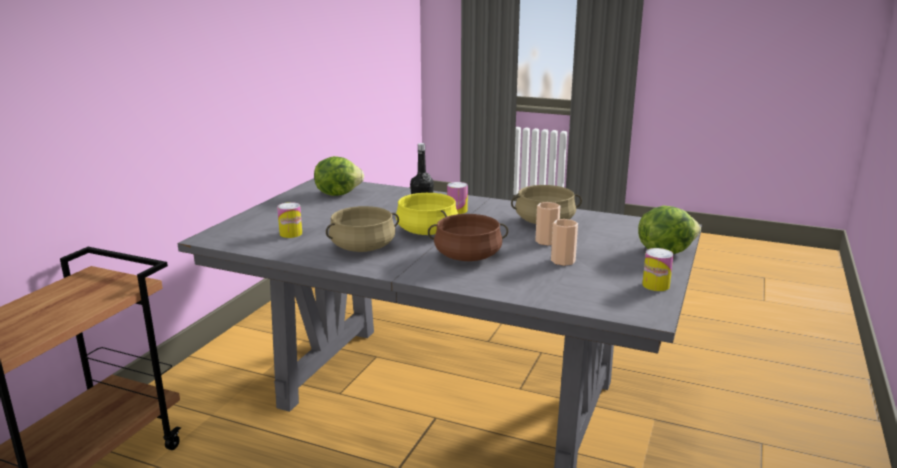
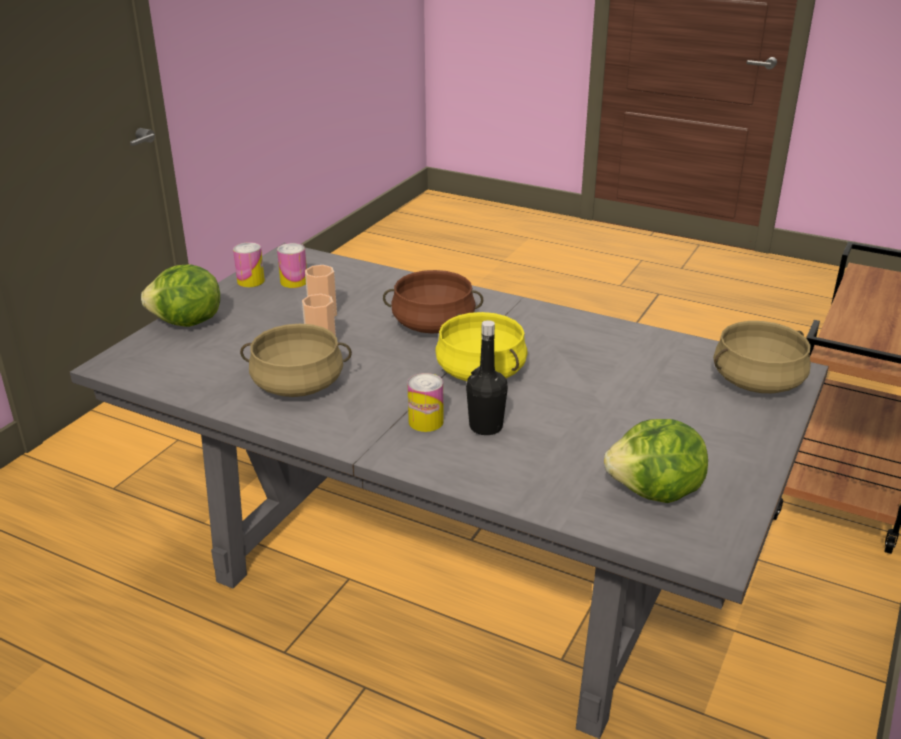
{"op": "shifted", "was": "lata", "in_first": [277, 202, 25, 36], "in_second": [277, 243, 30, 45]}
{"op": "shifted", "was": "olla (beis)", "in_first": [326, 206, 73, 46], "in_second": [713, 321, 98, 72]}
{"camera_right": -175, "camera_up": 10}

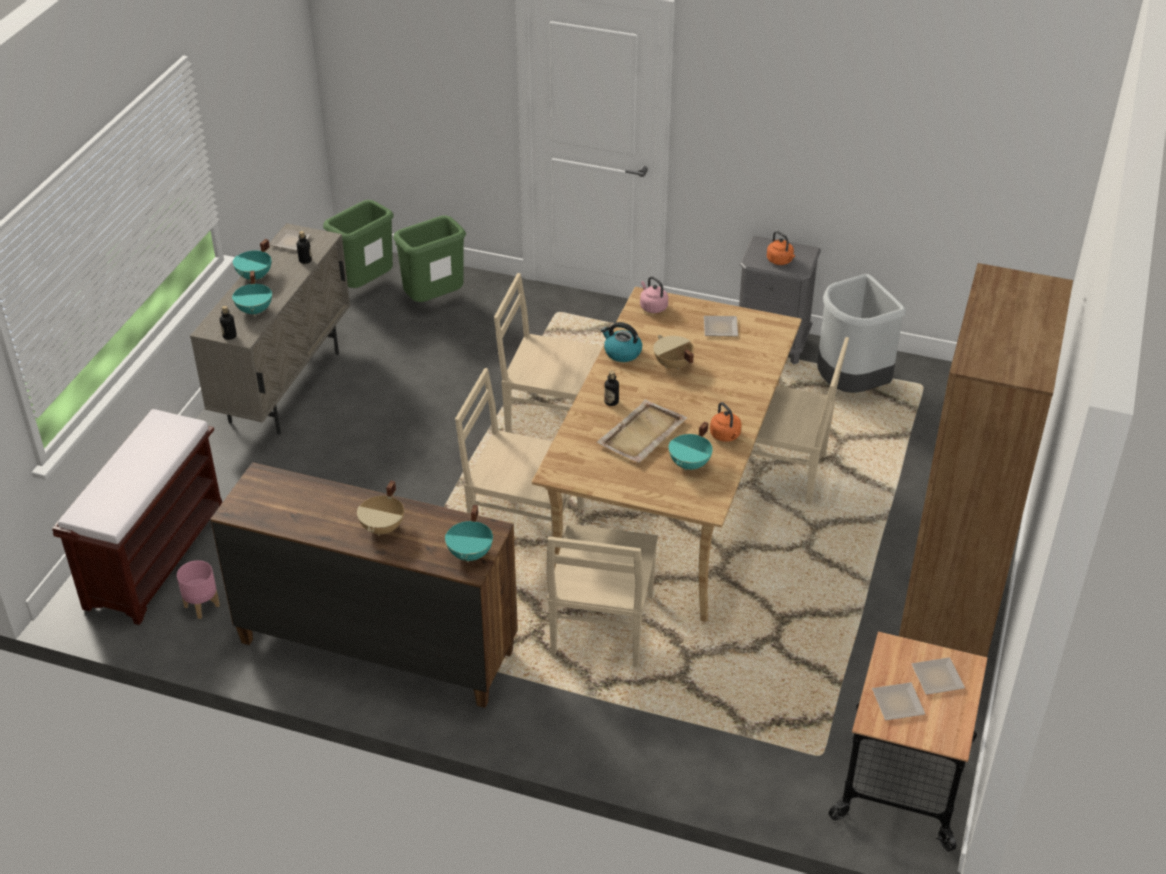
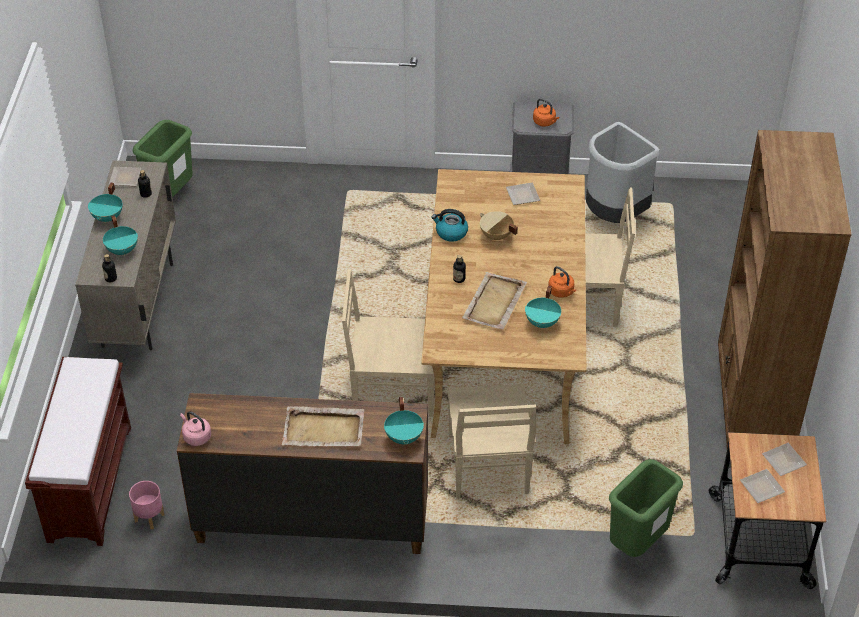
{"op": "swapped", "was": "olla (beis)", "now": "bandeja (beis)", "in_first": [357, 480, 47, 56], "in_second": [282, 406, 82, 40]}
{"op": "shifted", "was": "papelera (verde)", "in_first": [393, 215, 73, 87], "in_second": [609, 459, 74, 98]}
{"op": "gone", "was": "silla (beis)", "in_first": [494, 273, 109, 160]}
{"op": "shifted", "was": "hervidor (rosa)", "in_first": [640, 276, 28, 37], "in_second": [180, 411, 31, 35]}
{"camera_right": -15, "camera_up": 5}

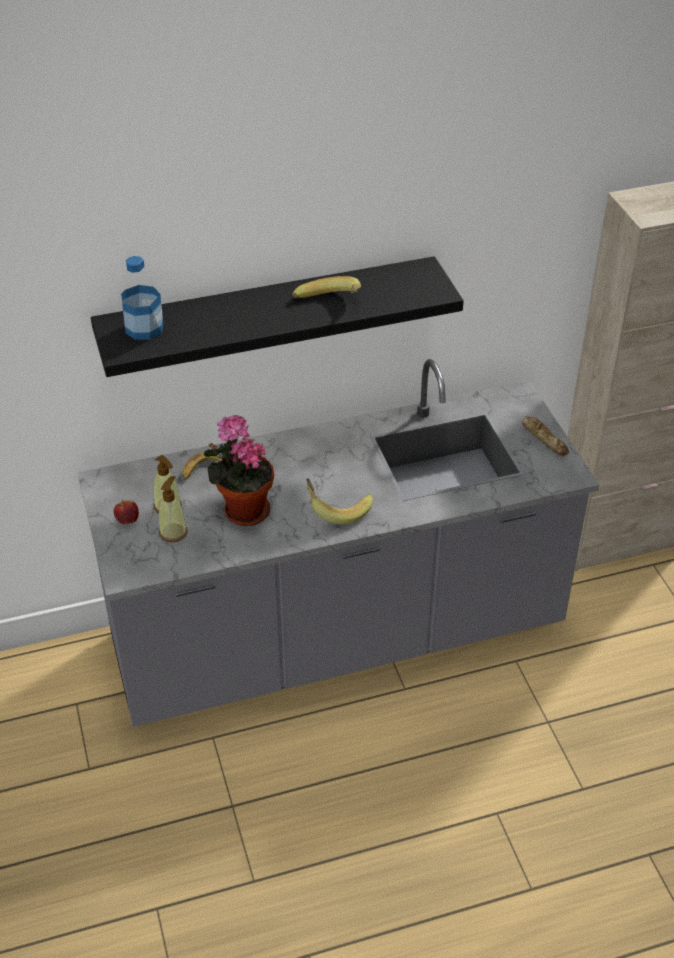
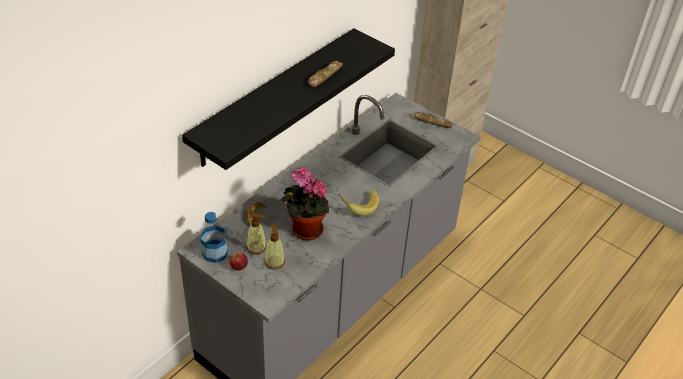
{"op": "shifted", "was": "botella", "in_first": [121, 256, 42, 84], "in_second": [200, 212, 28, 51]}
{"op": "swapped", "was": "plátano", "now": "pan", "in_first": [292, 276, 69, 22], "in_second": [308, 61, 35, 26]}
{"camera_right": -35, "camera_up": 0}

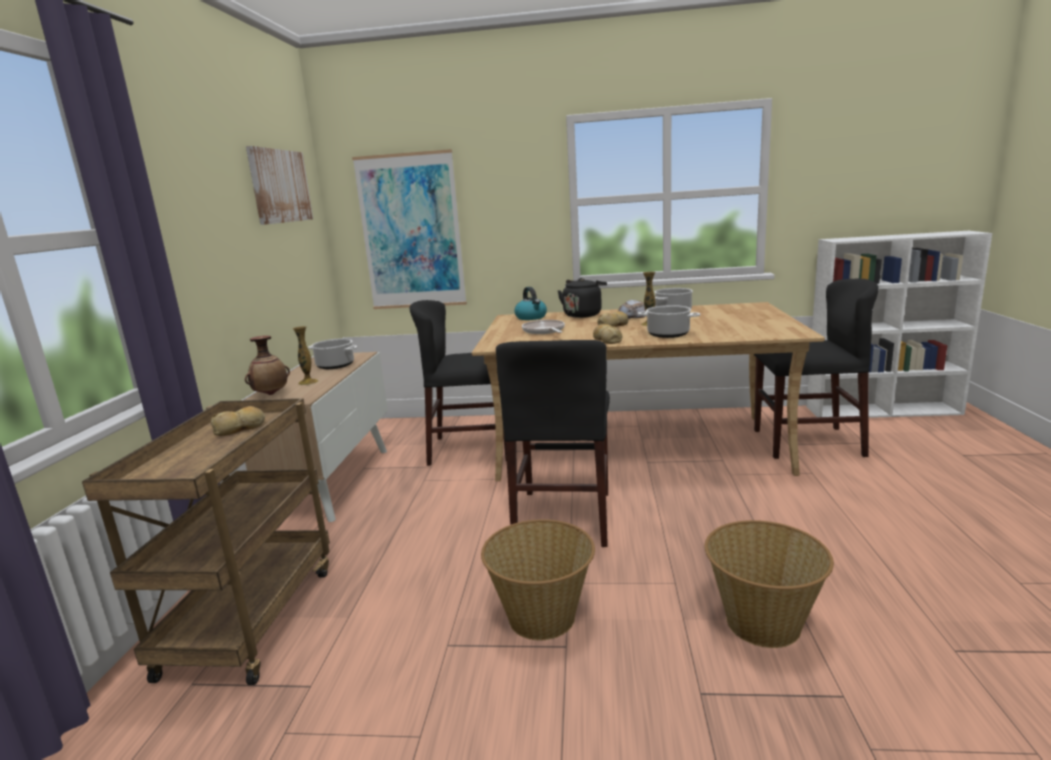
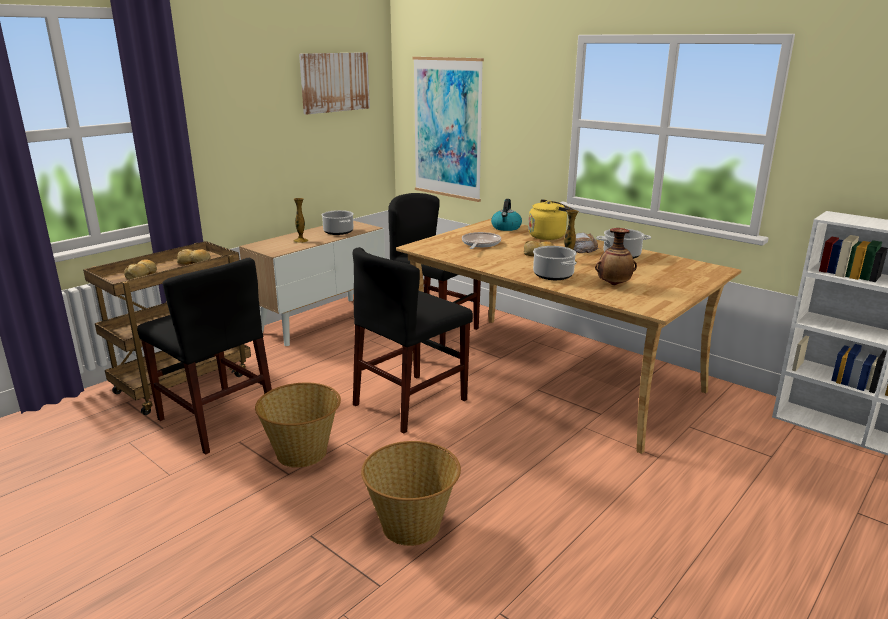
{"op": "shifted", "was": "florero", "in_first": [245, 336, 45, 59], "in_second": [595, 228, 42, 57]}
{"op": "repainted", "was": "hervidor (negro)", "now": "hervidor (amarillo)", "in_first": [558, 278, 49, 40], "in_second": [528, 199, 47, 41]}
{"op": "shifted", "was": "pan", "in_first": [593, 324, 29, 20], "in_second": [124, 260, 33, 20]}
{"op": "shifted", "was": "silla (negro)", "in_first": [754, 279, 125, 180], "in_second": [137, 258, 135, 197]}
{"camera_right": 35, "camera_up": 5}

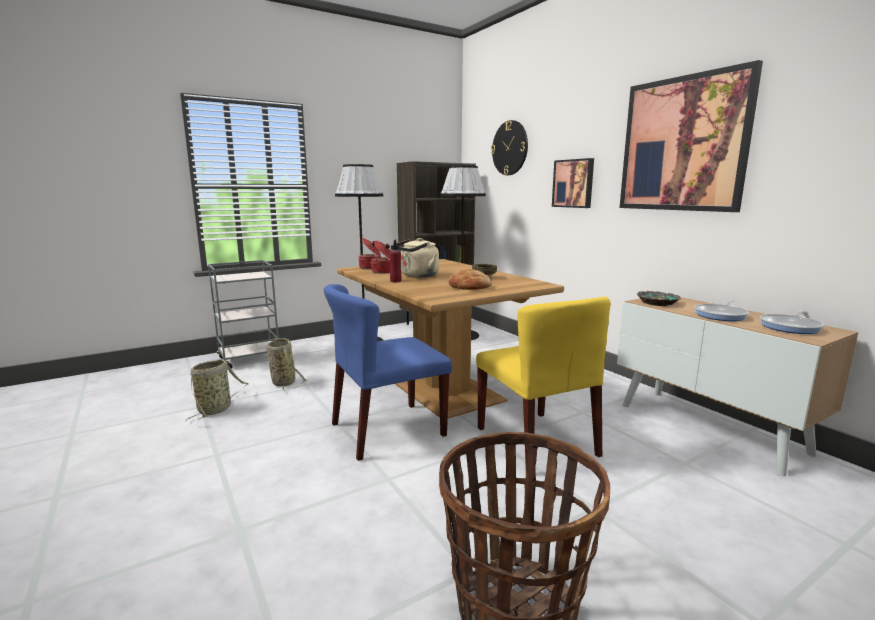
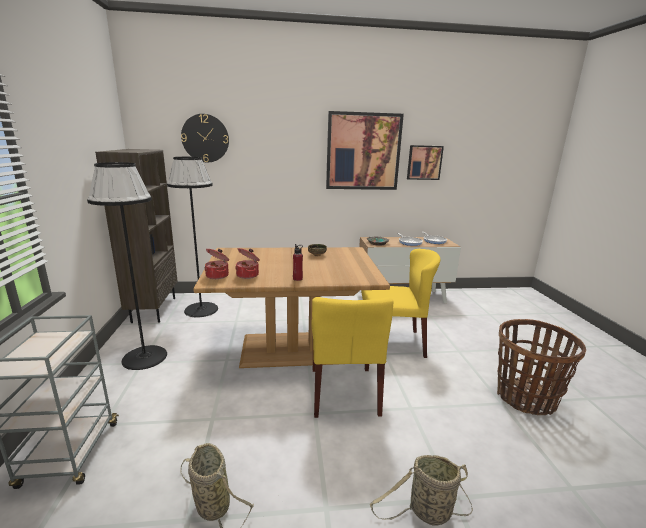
{"op": "shifted", "was": "cesta", "in_first": [267, 338, 39, 53], "in_second": [370, 455, 103, 71]}
{"op": "repainted", "was": "silla (azul)", "now": "silla (amarillo)", "in_first": [324, 284, 128, 177], "in_second": [311, 297, 83, 121]}
{"op": "gone", "was": "hervidor (beis)", "in_first": [397, 238, 42, 39]}
{"op": "gone", "was": "pan", "in_first": [449, 269, 43, 21]}
{"op": "shifted", "was": "cuadro", "in_first": [552, 158, 42, 50], "in_second": [407, 145, 37, 35]}
{"camera_right": -65, "camera_up": 5}

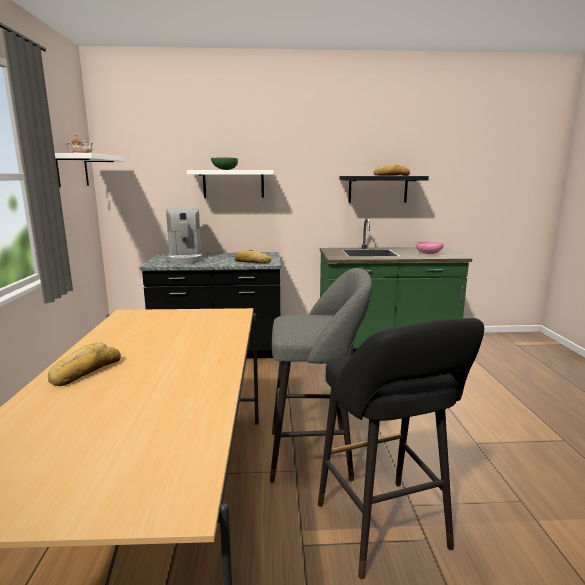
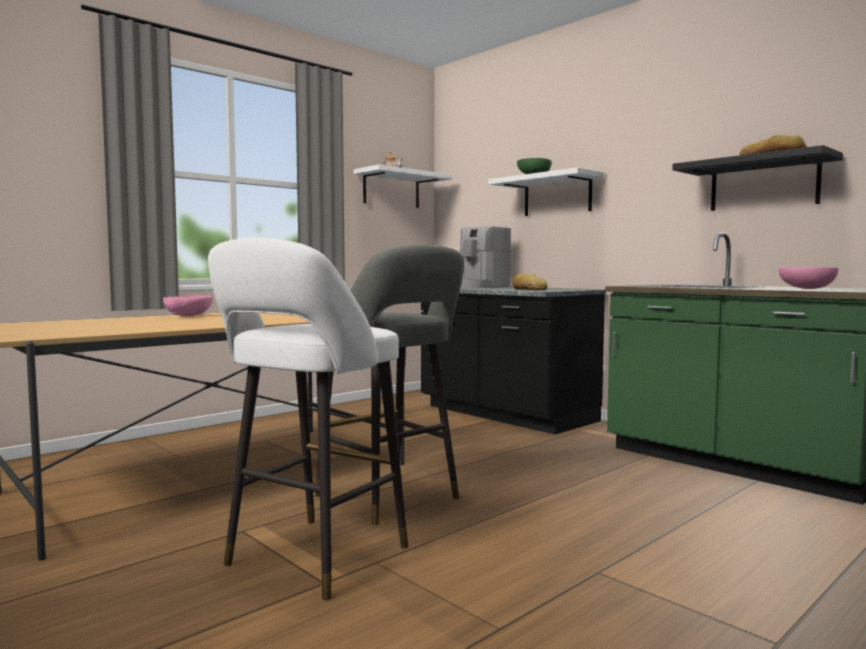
{"op": "swapped", "was": "pan", "now": "cuenco (rosa)", "in_first": [48, 342, 73, 44], "in_second": [163, 296, 50, 20]}
{"op": "repainted", "was": "taburete (negro)", "now": "taburete (blanco)", "in_first": [318, 318, 166, 261], "in_second": [208, 238, 200, 362]}
{"camera_right": 50, "camera_up": -10}

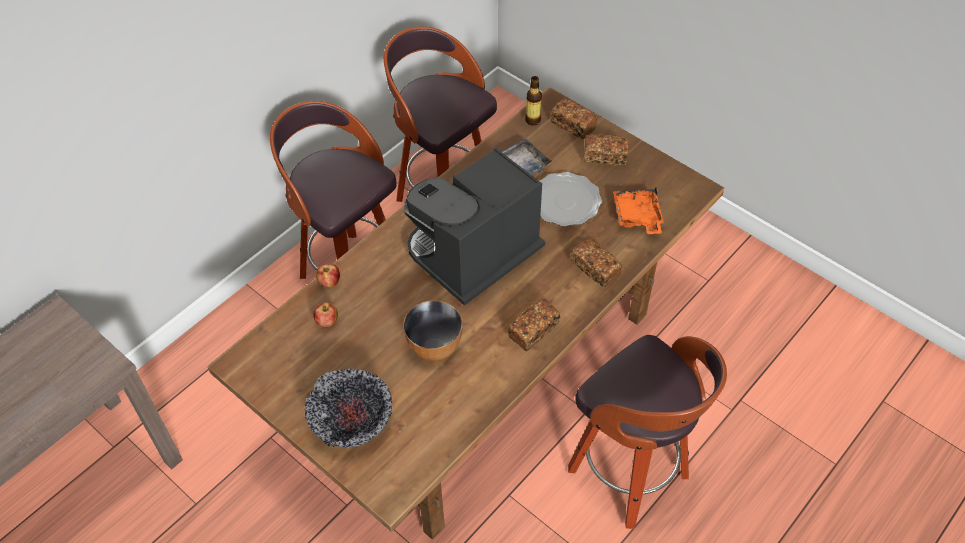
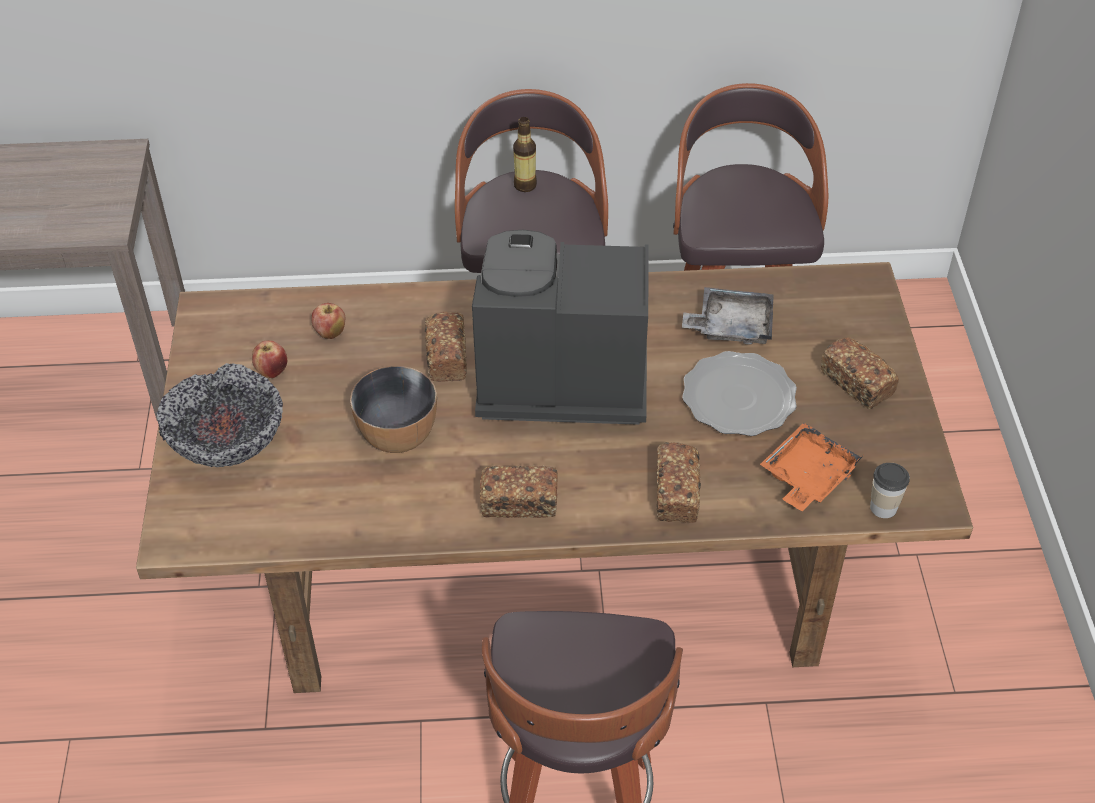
{"op": "shifted", "was": "manzana", "in_first": [316, 264, 24, 24], "in_second": [252, 340, 35, 38]}
{"op": "shifted", "was": "botella", "in_first": [525, 76, 17, 50], "in_second": [513, 117, 24, 75]}
{"op": "shifted", "was": "pan", "in_first": [551, 99, 47, 40], "in_second": [425, 312, 42, 70]}
{"op": "new", "now": "taza", "in_second": [870, 463, 40, 55]}
{"camera_right": 45, "camera_up": -5}

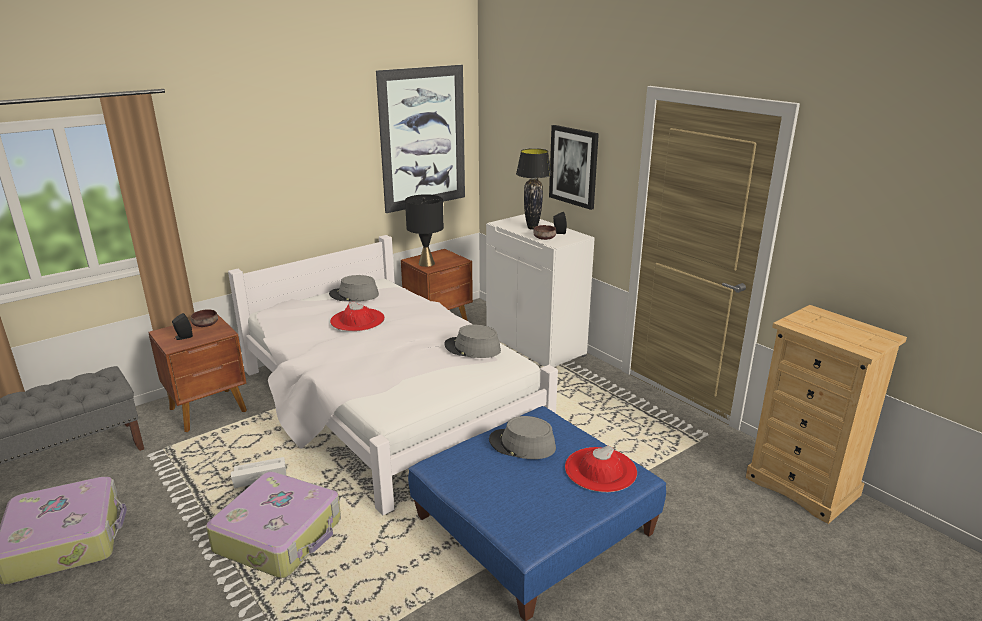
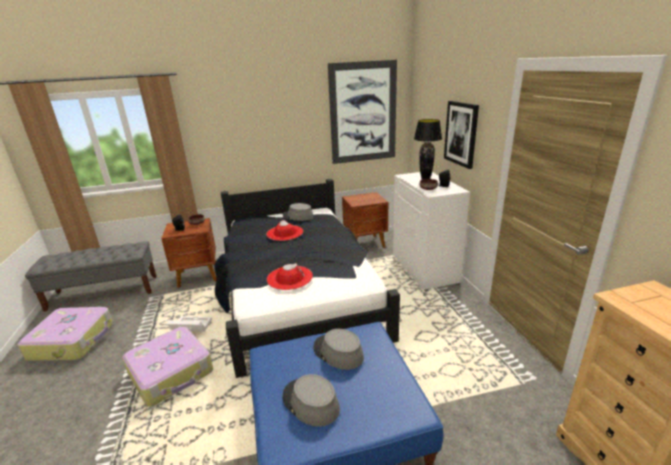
{"op": "repainted", "was": "cama (blanco)", "now": "cama (negro)", "in_first": [228, 235, 330, 280], "in_second": [214, 179, 186, 199]}
{"op": "gone", "was": "lámpara de mesa (negro)", "in_first": [405, 194, 39, 73]}
{"op": "shifted", "was": "sombrero (gris)", "in_first": [444, 325, 57, 33], "in_second": [283, 374, 57, 53]}
{"op": "shifted", "was": "sombrero (rojo)", "in_first": [565, 445, 72, 47], "in_second": [267, 263, 46, 27]}
{"camera_right": 25, "camera_up": 0}

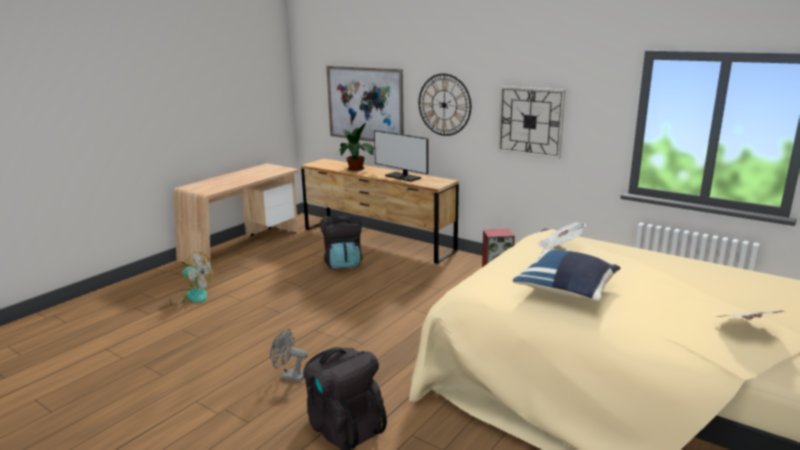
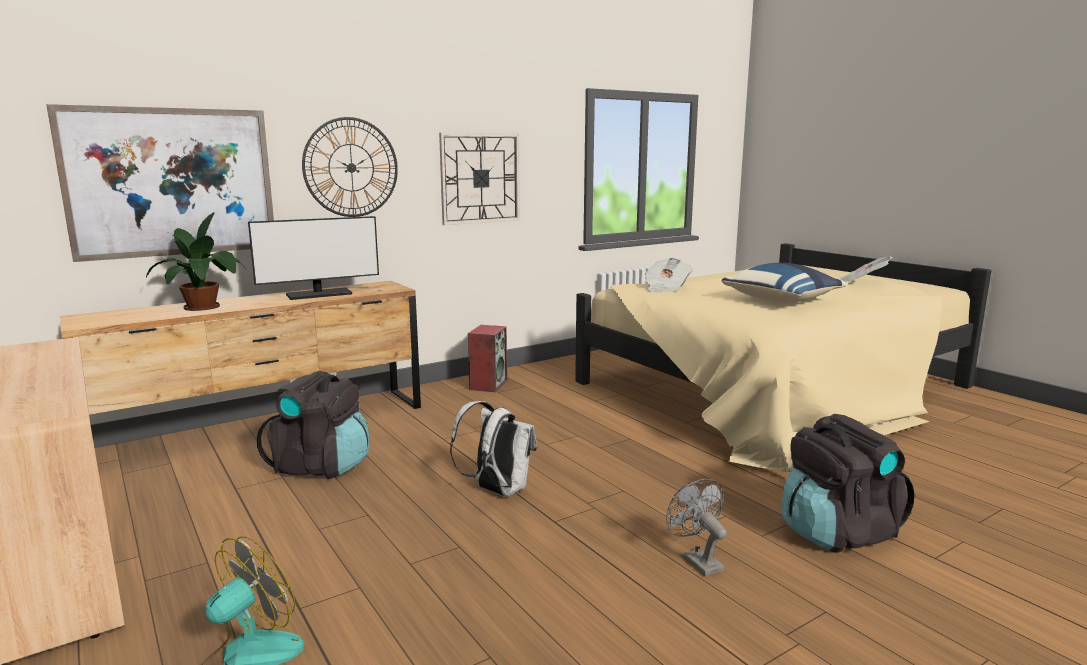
{"op": "rotated", "was": "ventilador (gris)", "in_first": [270, 329, 38, 53], "in_second": [666, 479, 61, 97], "clockwise": 120}
{"op": "new", "now": "mochila (blanco)", "in_second": [450, 401, 87, 95]}
{"camera_right": -70, "camera_up": -5}

